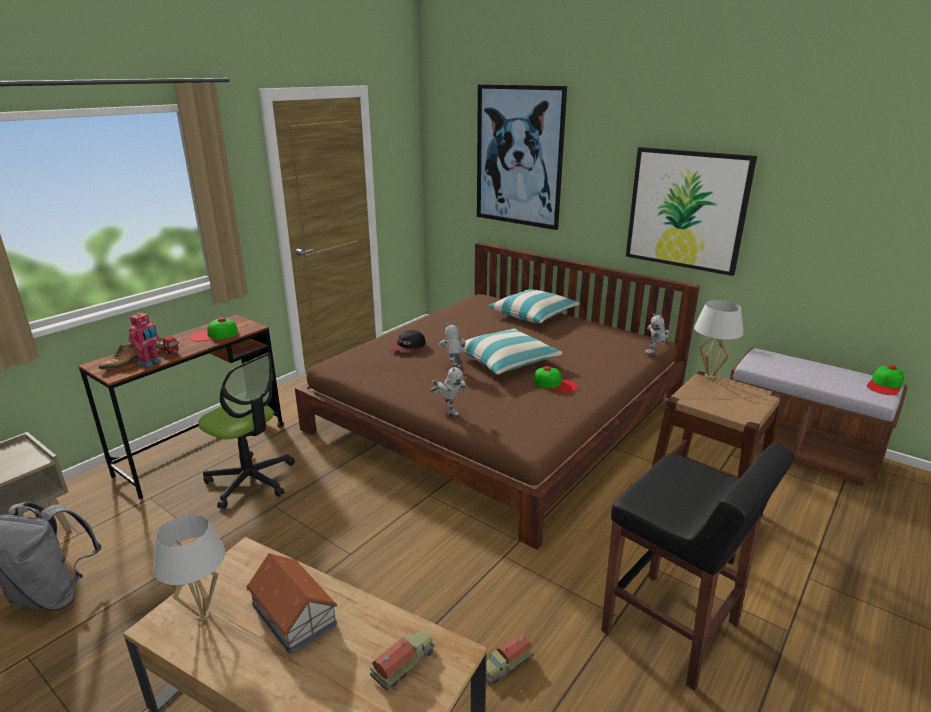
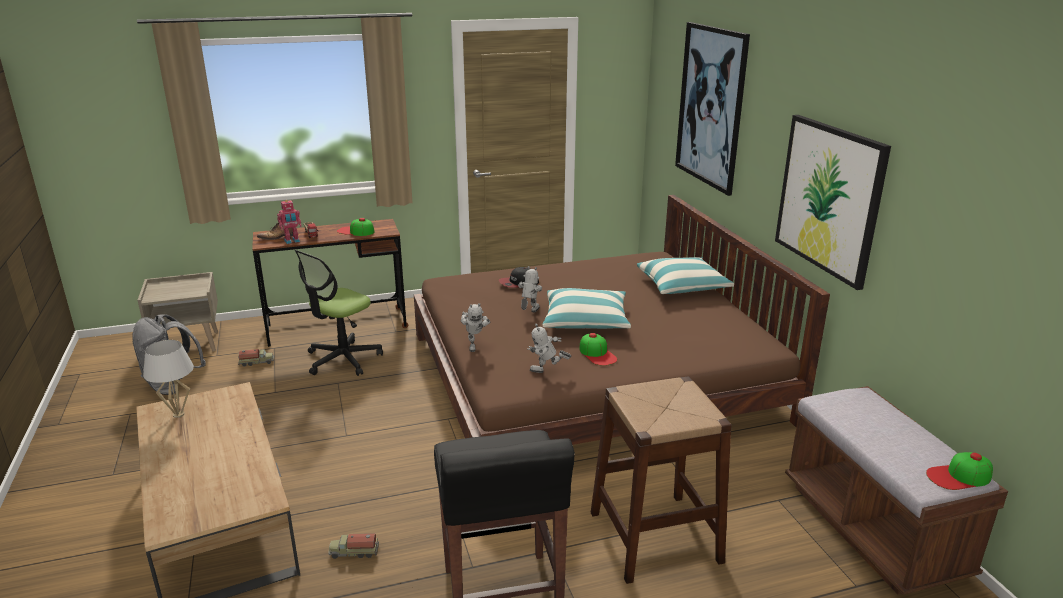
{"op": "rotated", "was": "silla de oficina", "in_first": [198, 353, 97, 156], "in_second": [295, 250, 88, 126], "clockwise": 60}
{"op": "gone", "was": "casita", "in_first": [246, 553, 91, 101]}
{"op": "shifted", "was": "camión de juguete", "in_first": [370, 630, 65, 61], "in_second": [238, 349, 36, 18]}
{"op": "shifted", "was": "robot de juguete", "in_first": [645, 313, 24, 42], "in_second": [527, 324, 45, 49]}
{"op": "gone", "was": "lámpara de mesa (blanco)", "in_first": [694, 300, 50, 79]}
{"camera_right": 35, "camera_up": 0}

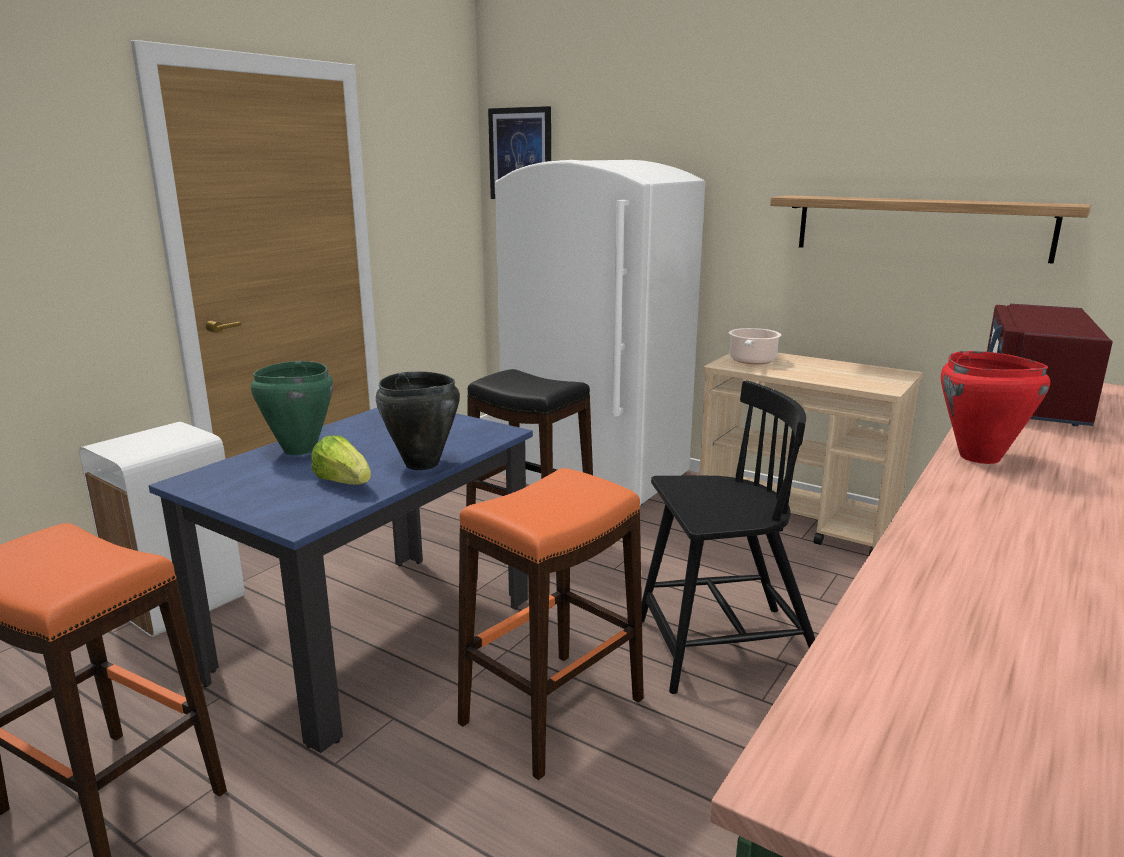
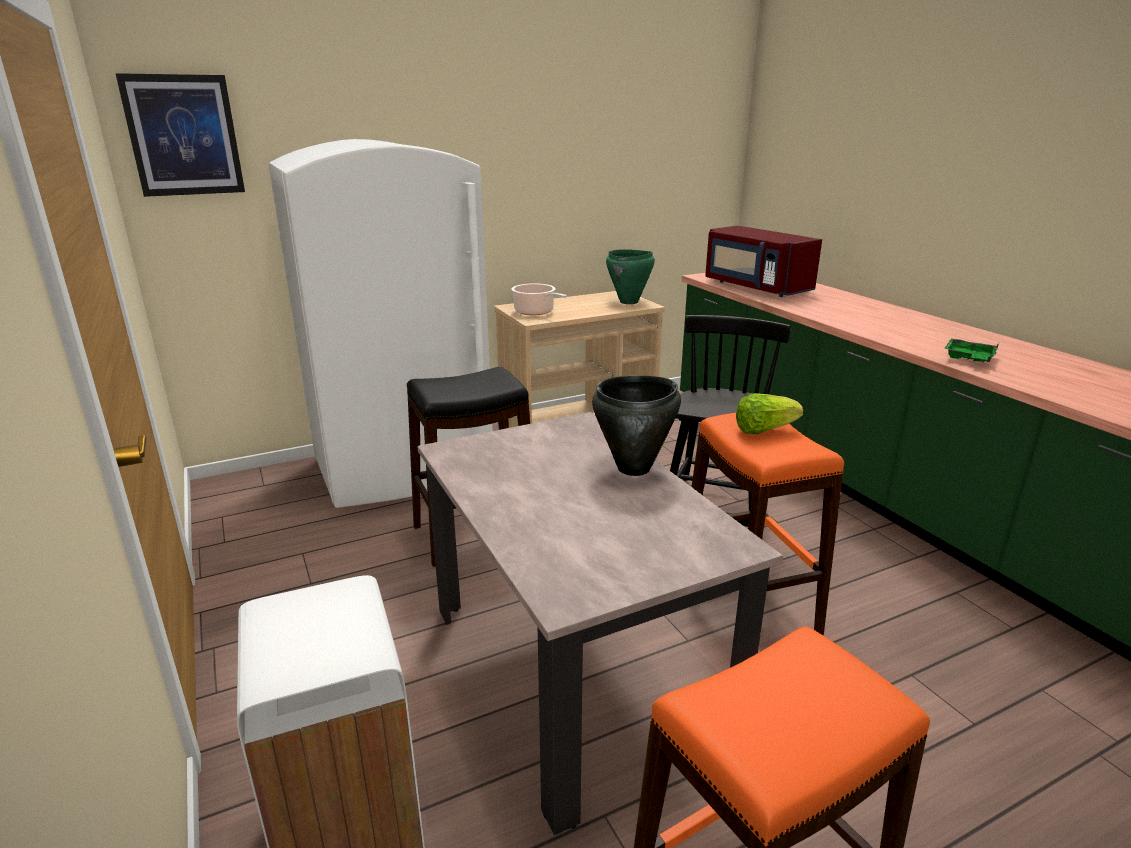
{"op": "repainted", "was": "mesa de comedor (azul)", "now": "mesa de comedor (beis)", "in_first": [149, 408, 384, 345], "in_second": [417, 412, 366, 423]}
{"op": "shifted", "was": "olla (verde)", "in_first": [251, 361, 82, 94], "in_second": [606, 249, 49, 55]}
{"op": "shifted", "was": "lechuga", "in_first": [311, 435, 60, 50], "in_second": [736, 393, 67, 41]}
{"op": "gone", "was": "estante", "in_first": [770, 195, 321, 69]}
{"op": "gone", "was": "olla (rojo)", "in_first": [941, 351, 109, 113]}
{"op": "new", "now": "bandeja (verde)", "in_second": [944, 338, 55, 25]}
{"camera_right": -60, "camera_up": 5}

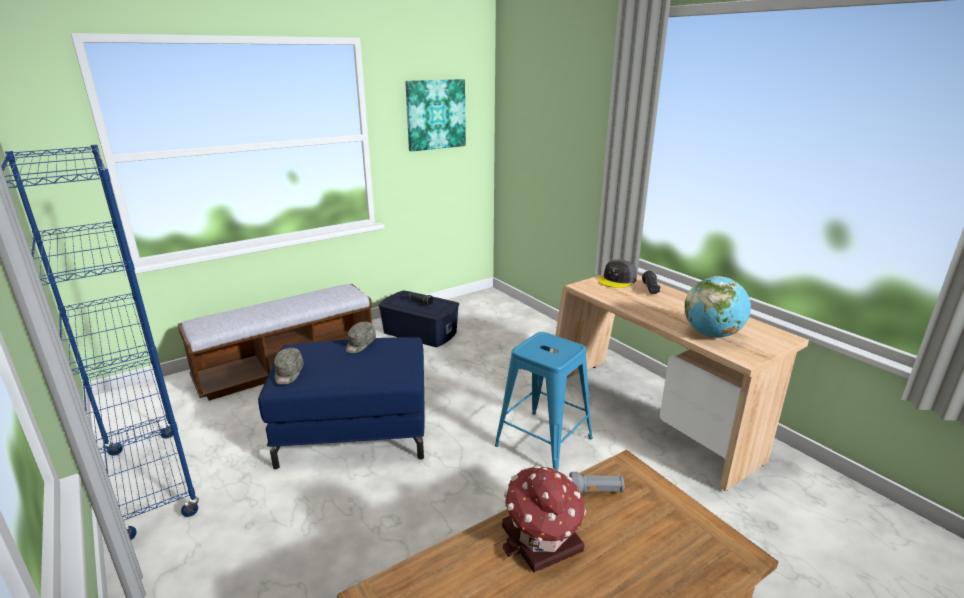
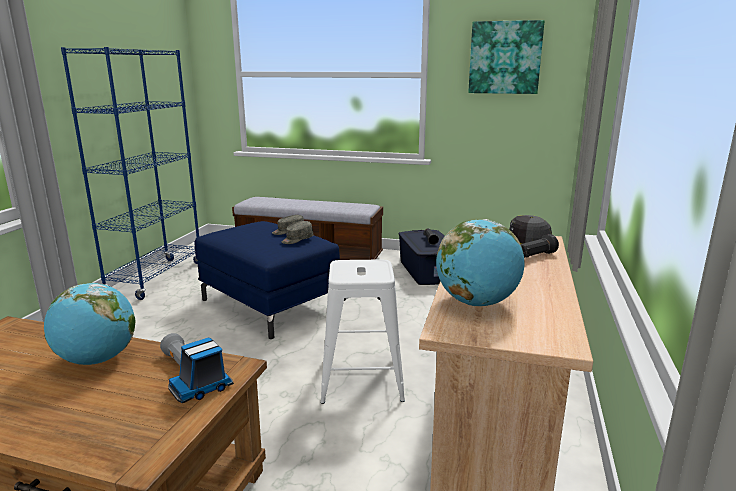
{"op": "shifted", "was": "gorra (gris)", "in_first": [274, 348, 30, 37], "in_second": [282, 221, 31, 23]}
{"op": "repainted", "was": "taburete (azul)", "now": "taburete (blanco)", "in_first": [495, 332, 98, 139], "in_second": [320, 260, 85, 144]}
{"op": "swapped", "was": "casita", "now": "globo terráqueo", "in_first": [502, 466, 84, 106], "in_second": [44, 283, 91, 82]}
{"op": "new", "now": "camión de juguete", "in_second": [168, 338, 66, 65]}
{"camera_right": 50, "camera_up": -5}

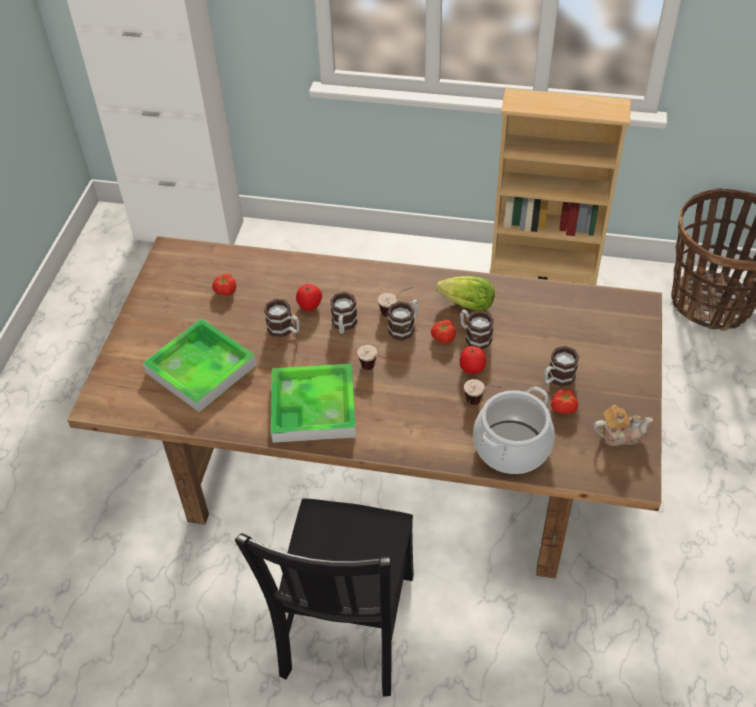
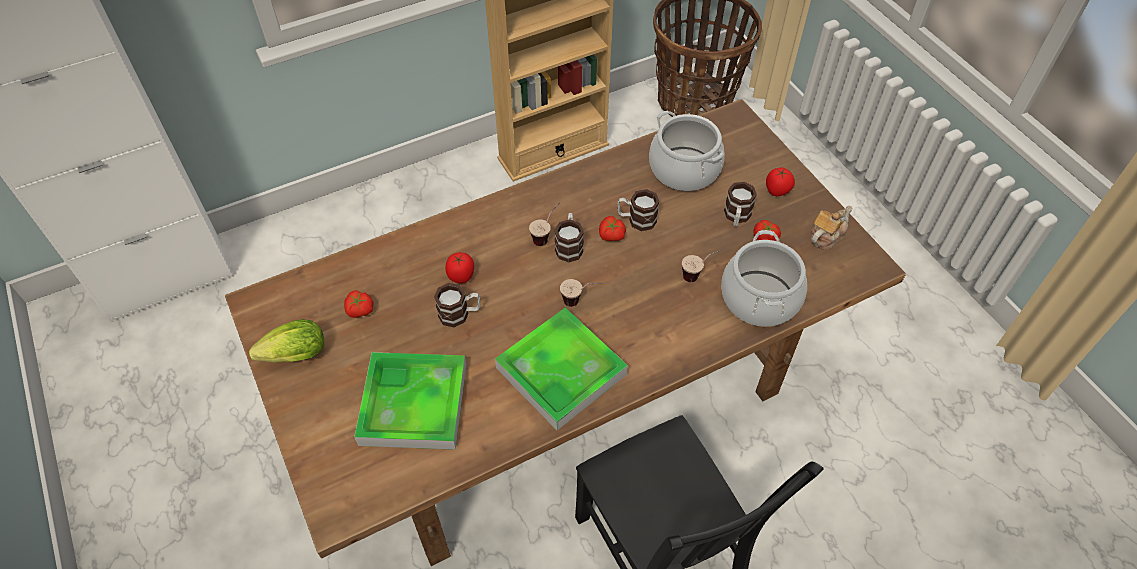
{"op": "gone", "was": "taza grande", "in_first": [330, 292, 27, 42]}
{"op": "shifted", "was": "lechuga", "in_first": [436, 276, 59, 35], "in_second": [249, 319, 75, 44]}
{"op": "shifted", "was": "tomate", "in_first": [459, 346, 27, 28], "in_second": [766, 168, 29, 28]}
{"op": "new", "now": "olla", "in_second": [649, 111, 76, 80]}
{"camera_right": -40, "camera_up": 5}

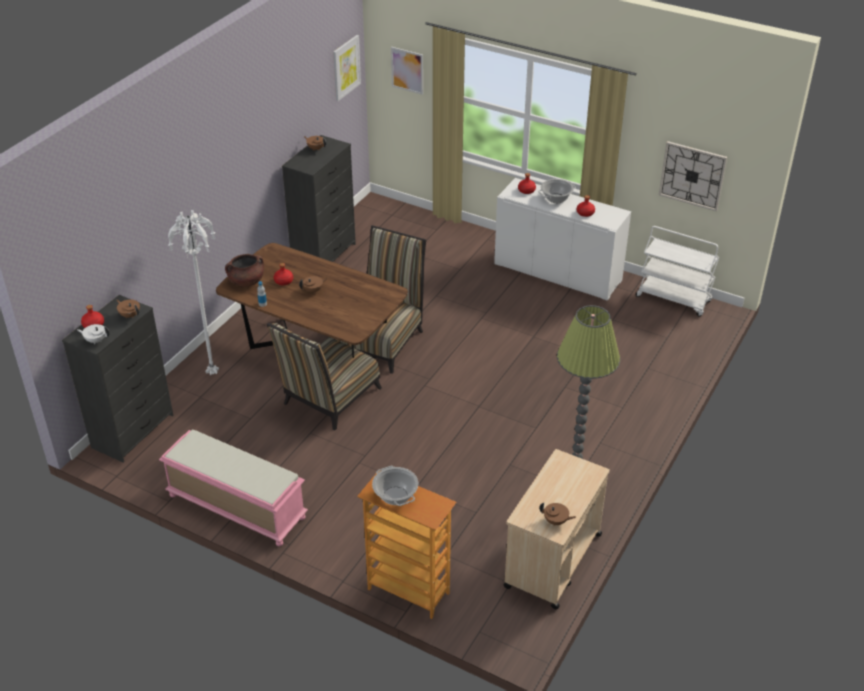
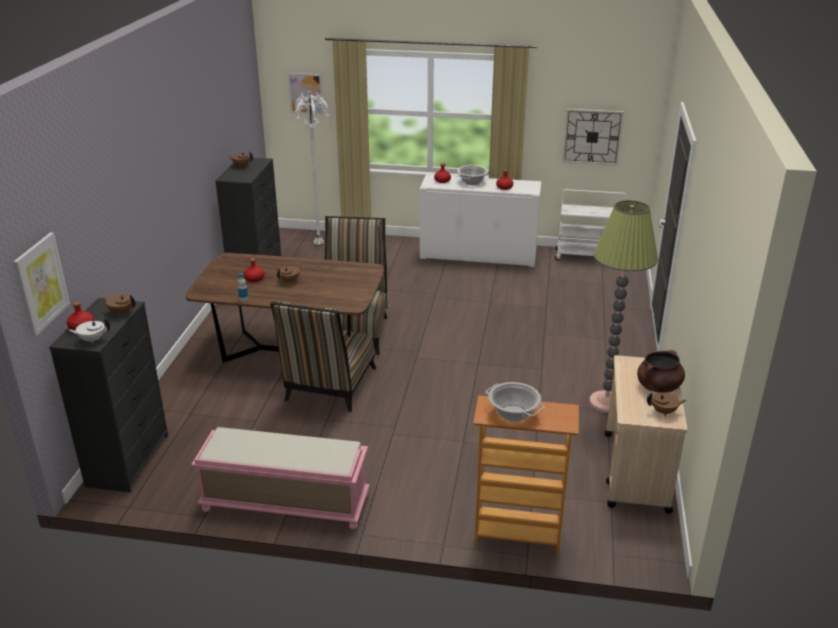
{"op": "shifted", "was": "lámpara de pie (blanco)", "in_first": [168, 210, 51, 166], "in_second": [295, 91, 34, 154]}
{"op": "shifted", "was": "olla (marrón)", "in_first": [225, 254, 39, 33], "in_second": [637, 350, 48, 43]}
{"op": "shifted", "was": "cuadro", "in_first": [333, 35, 28, 66], "in_second": [13, 232, 57, 104]}
{"camera_right": -20, "camera_up": -10}

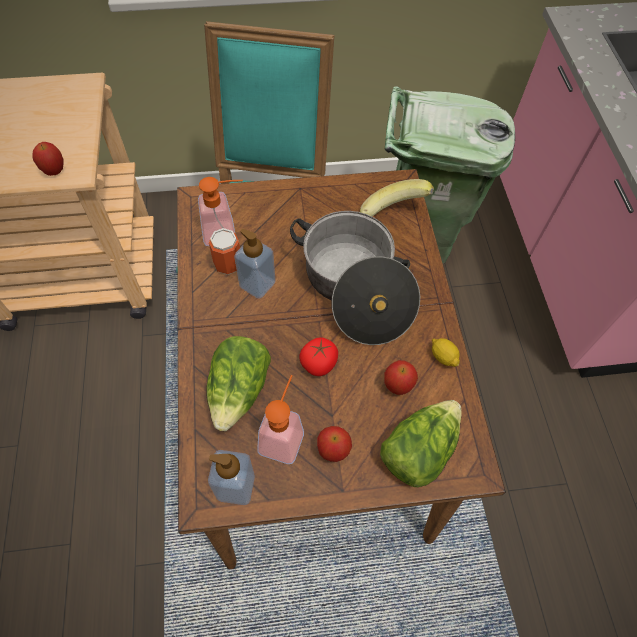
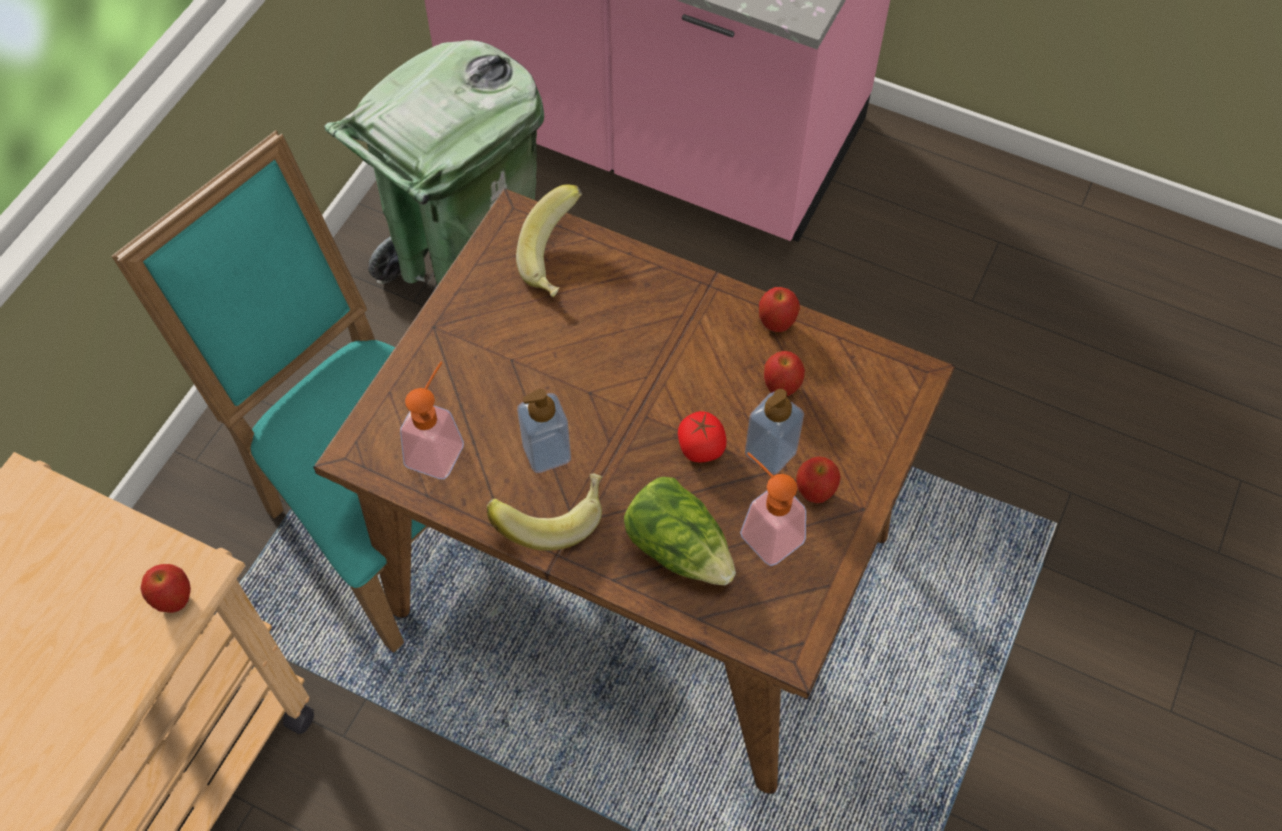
{"op": "shifted", "was": "dispensador de jabón", "in_first": [208, 450, 47, 55], "in_second": [745, 389, 59, 86]}
{"op": "gone", "was": "lata", "in_first": [209, 228, 31, 47]}
{"op": "gone", "was": "olla", "in_first": [290, 211, 130, 134]}
{"op": "gone", "was": "lechuga", "in_first": [380, 400, 82, 87]}
{"op": "swapped", "was": "limón", "now": "manzana", "in_first": [432, 338, 28, 29], "in_second": [759, 287, 41, 45]}
{"op": "new", "now": "plátano", "in_second": [487, 473, 116, 78]}
{"camera_right": -55, "camera_up": 0}

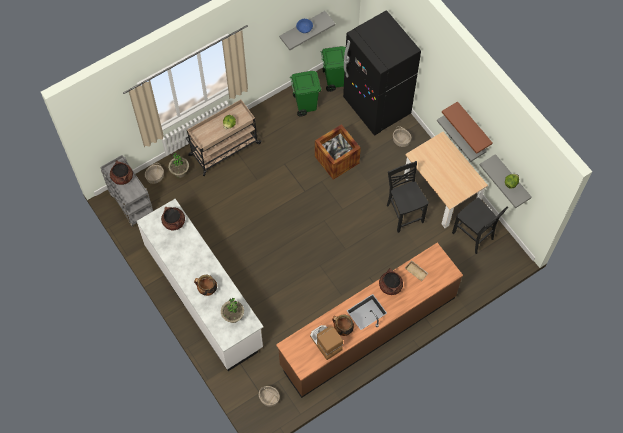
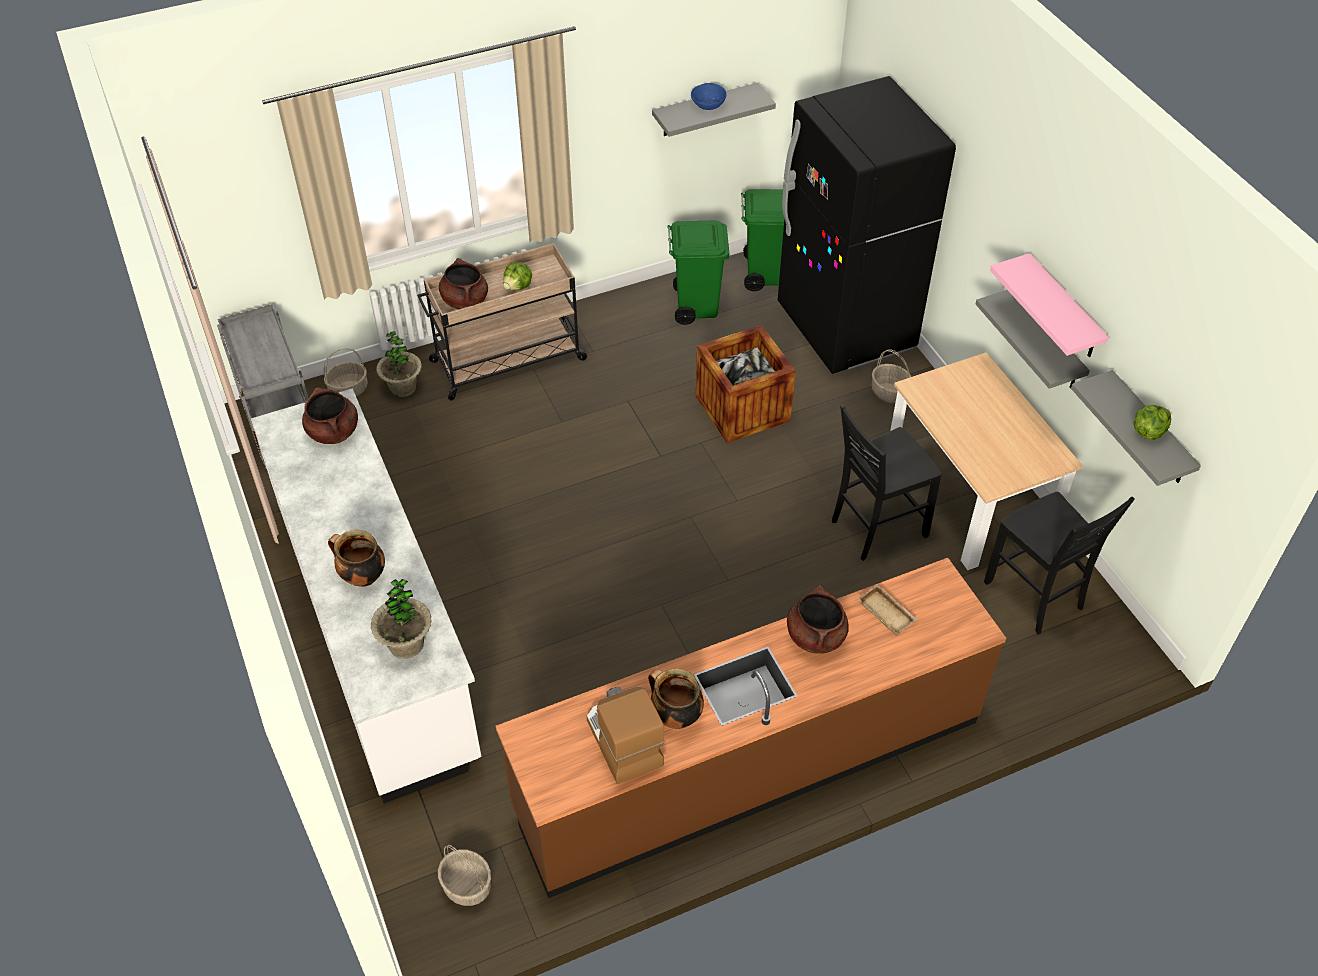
{"op": "shifted", "was": "olla (marrón)", "in_first": [110, 160, 23, 25], "in_second": [439, 258, 49, 51]}
{"op": "rotated", "was": "silla (negro)", "in_first": [387, 161, 42, 72], "in_second": [832, 405, 110, 156], "clockwise": -105}
{"op": "repainted", "was": "estante (marrón)", "now": "estante (rosa)", "in_first": [442, 101, 51, 53], "in_second": [990, 253, 119, 104]}
{"camera_right": 10, "camera_up": -15}

